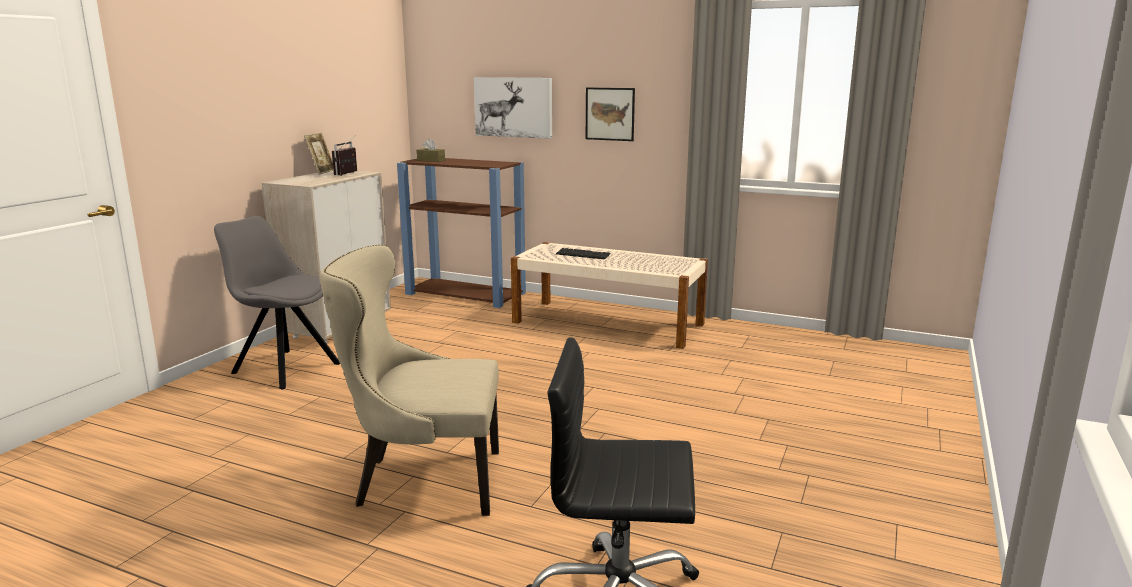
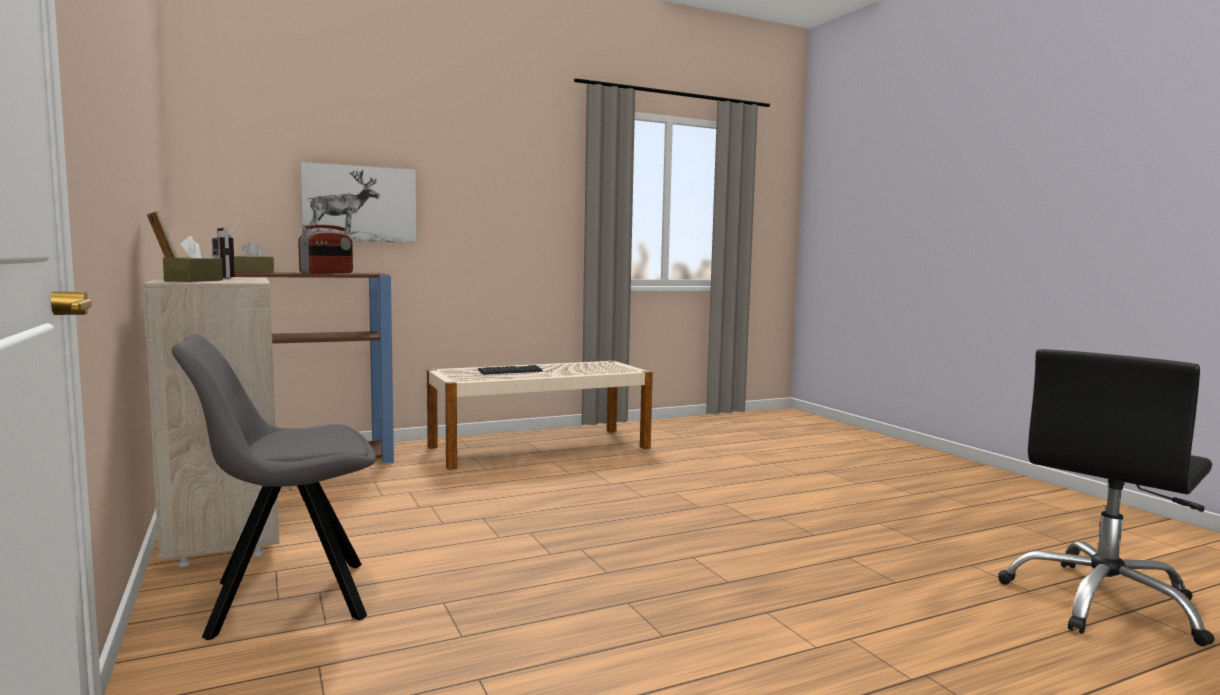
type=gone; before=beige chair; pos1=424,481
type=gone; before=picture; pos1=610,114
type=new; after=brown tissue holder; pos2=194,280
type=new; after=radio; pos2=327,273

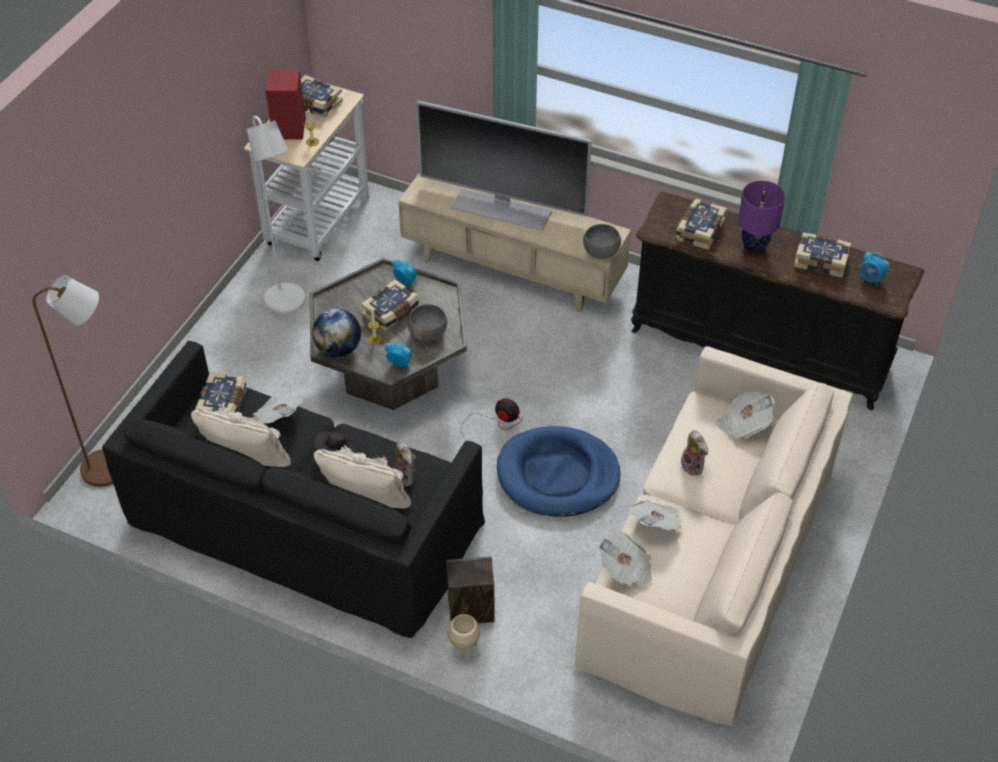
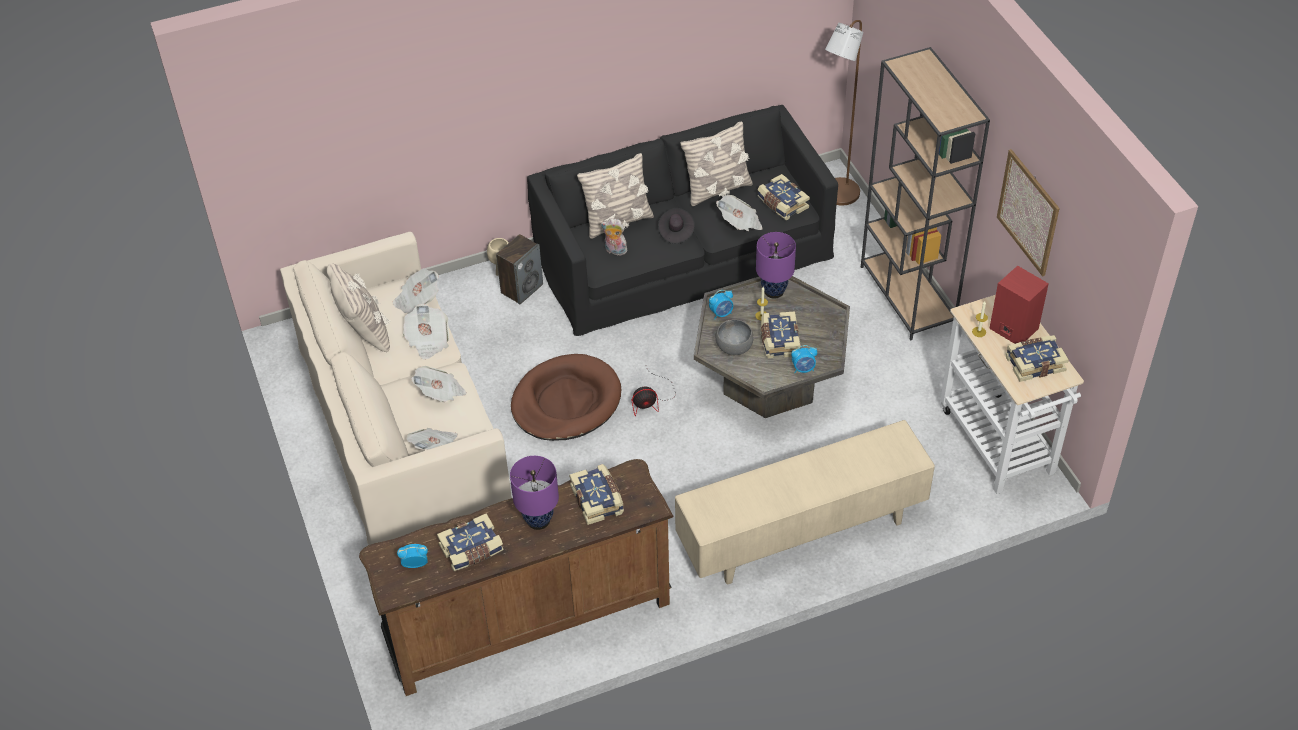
type=gone; before=whitish standard lamp; pos1=288,305
type=gone; before=TV; pos1=501,208
type=gone; before=grey deep dish; pos1=601,251
type=new; after=beige pillow; pos2=366,331
type=new; after=shelving unit; pos2=908,296
type=new; after=picture; pos2=1028,211
type=swapped; before=desk globe; after=purplish table lamp; pos1=338,349; pos2=773,291
type=swapped; before=cuddly toy; after=daily paper; pos1=694,466; pos2=440,393
type=repainted; before=bluish dog bed; after=brown dog bed; pos1=557,475; pos2=566,402

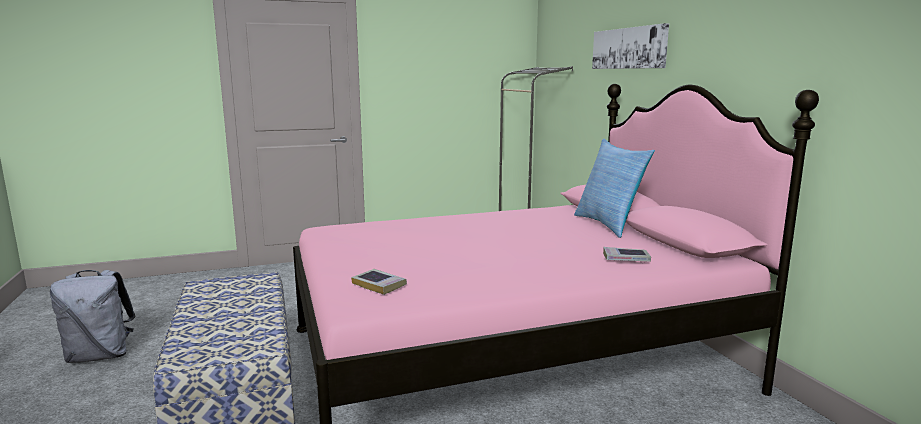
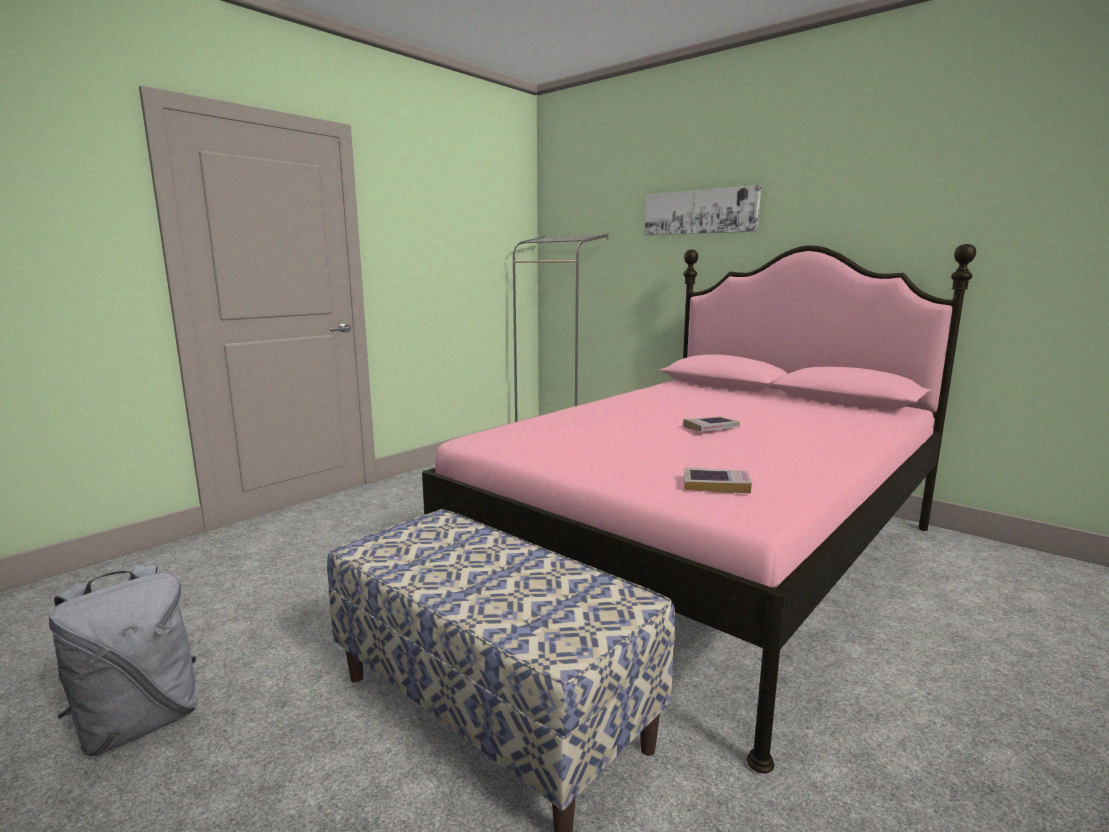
type=gone; before=pillow; pos1=609,224
type=shifted; before=volume; pos1=626,259; pos2=711,428

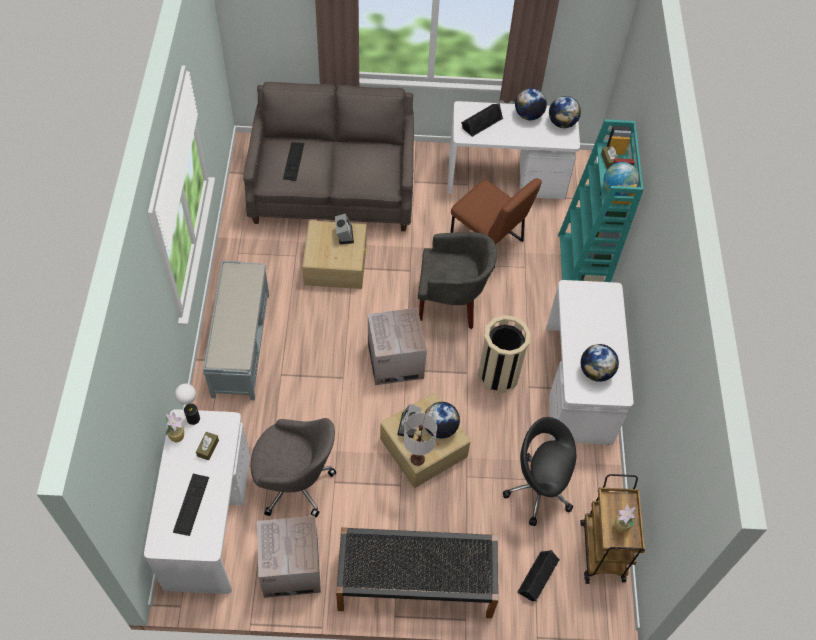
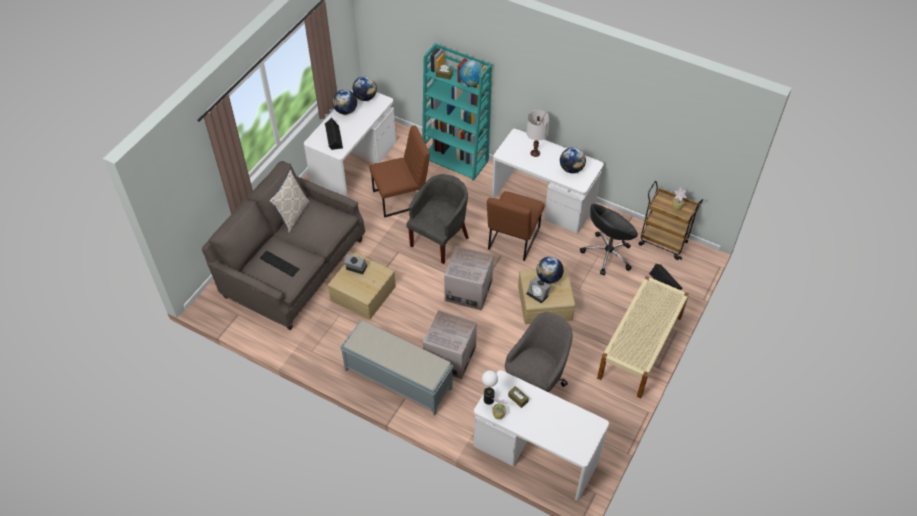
type=gone; before=keyboard; pos1=191,504
type=new; after=pillow; pos2=292,215
type=shifted; before=carton; pos1=291,567; pos2=450,357
type=shifted; before=whitish table lamp; pos1=417,459; pos2=535,153
type=swapped; before=beige trash can; after=brown chair; pos1=498,375; pos2=513,239
type=repainted; before=black-coloured indoor bench; after=beige indoor bench; pos1=415,583; pos2=640,347

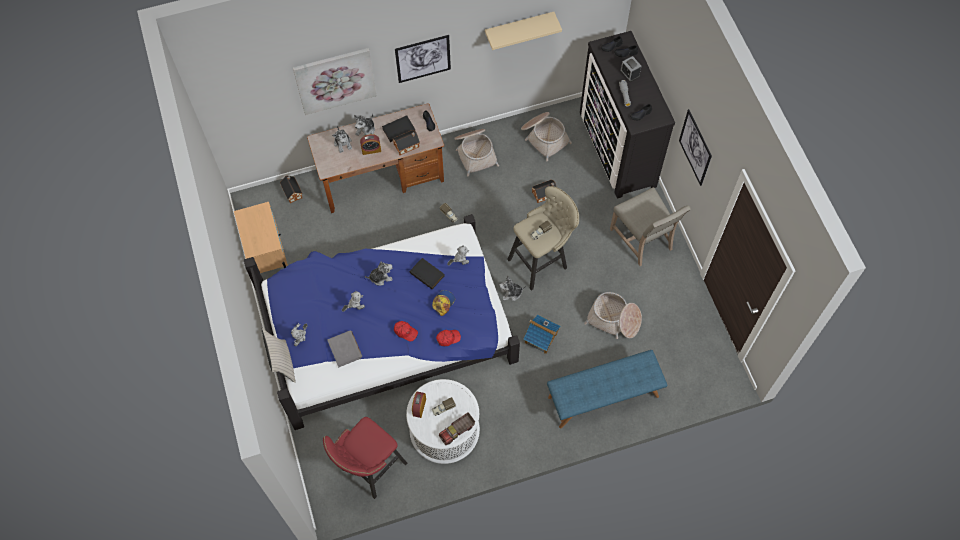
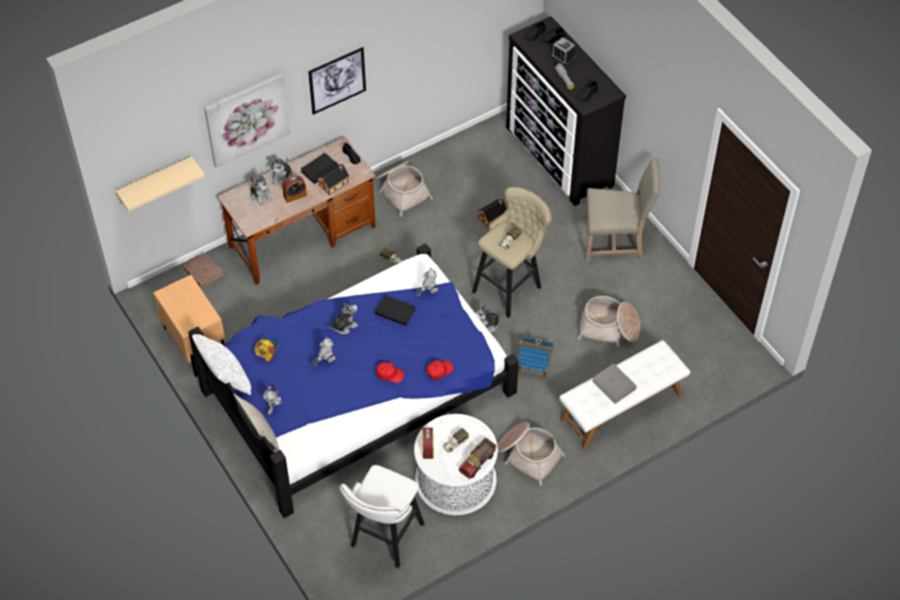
type=gone; before=picture; pos1=695,147
type=new; after=whitish pillow; pos2=225,378
type=shifted; before=grey volume; pos1=345,349; pos2=614,384
type=shifted; before=peaked cap; pos1=443,303; pos2=266,348
type=shifted; before=beige shelf; pos1=519,27; pos2=155,182
type=shifted; before=household basket; pos1=544,137; pos2=528,455
type=swapped; before=model house; after=brown volume; pos1=292,192; pos2=203,272
type=repainted; before=reddish stool; after=whitish stool; pos1=369,471; pos2=383,541
type=repainted; before=bluish indoor bench; after=whitish indoor bench; pos1=603,397; pos2=621,408
type=rotated; before=beige chair; pos1=643,240; pos2=616,241; turn=-45

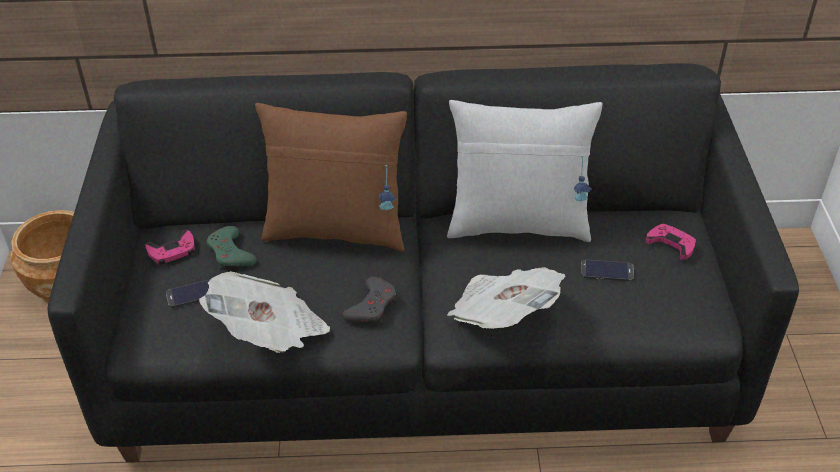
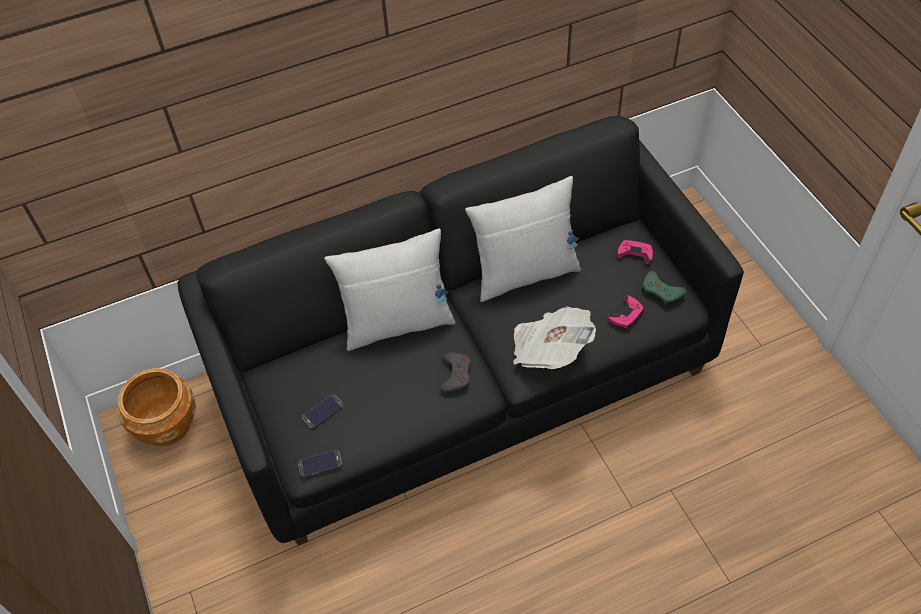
type=gone; before=daily paper; pos1=270,332
type=shifted; before=pinkish game controller; pos1=172,251; pos2=626,315
type=shifted; before=greenish game controller; pos1=230,253; pos2=661,291
type=shifted; before=telephone; pos1=607,271; pos2=320,463
type=repainted; before=brown pillow; after=grey pillow; pos1=335,231; pos2=397,324

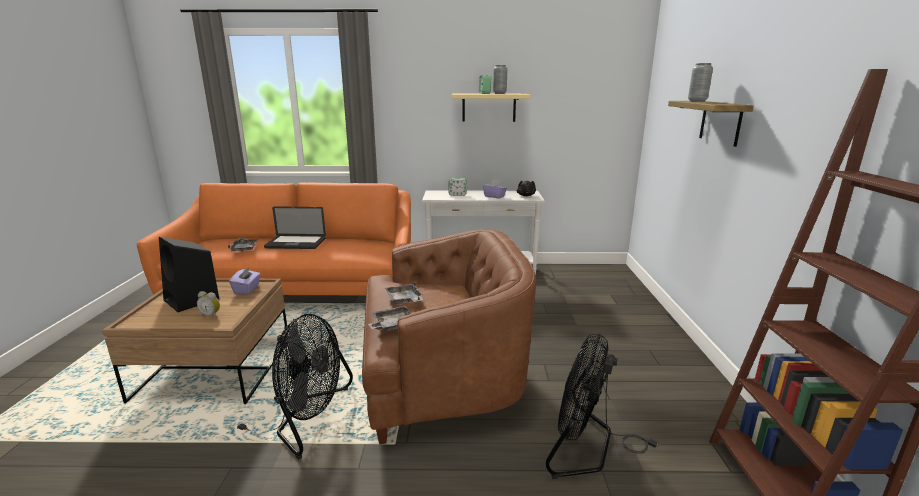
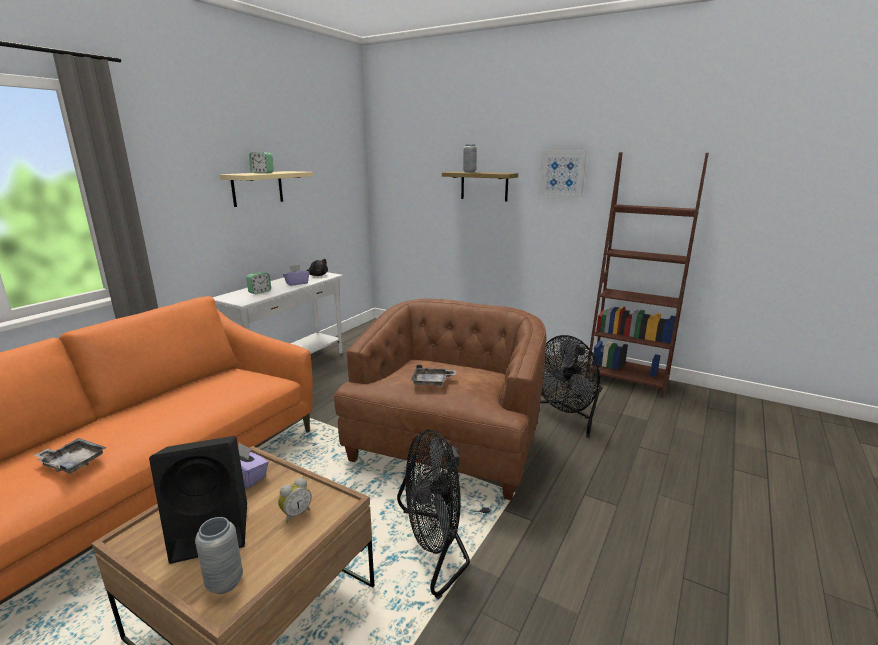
type=gone; before=laptop; pos1=295,243
type=gone; before=grey carrying tray; pos1=392,325
type=new; after=picture; pos2=562,173
type=shifted; before=grey vase; pos1=499,93; pos2=225,582
type=rotated; before=black-coloured cooling fan; pos1=304,420; pos2=441,542; turn=-150

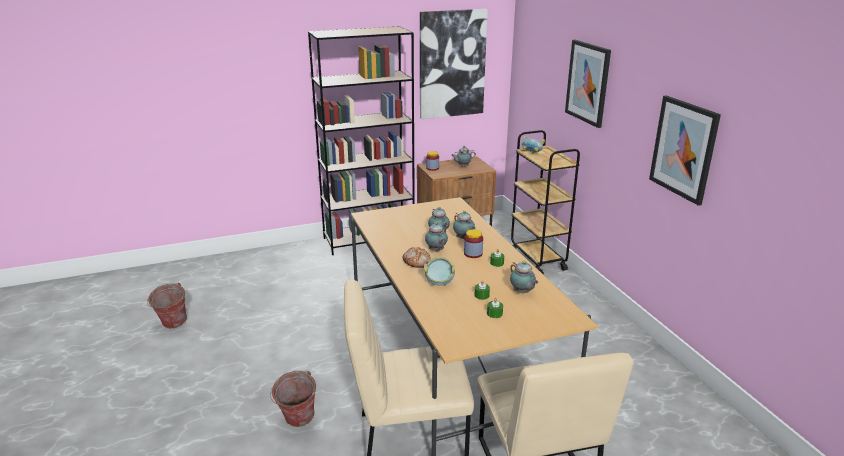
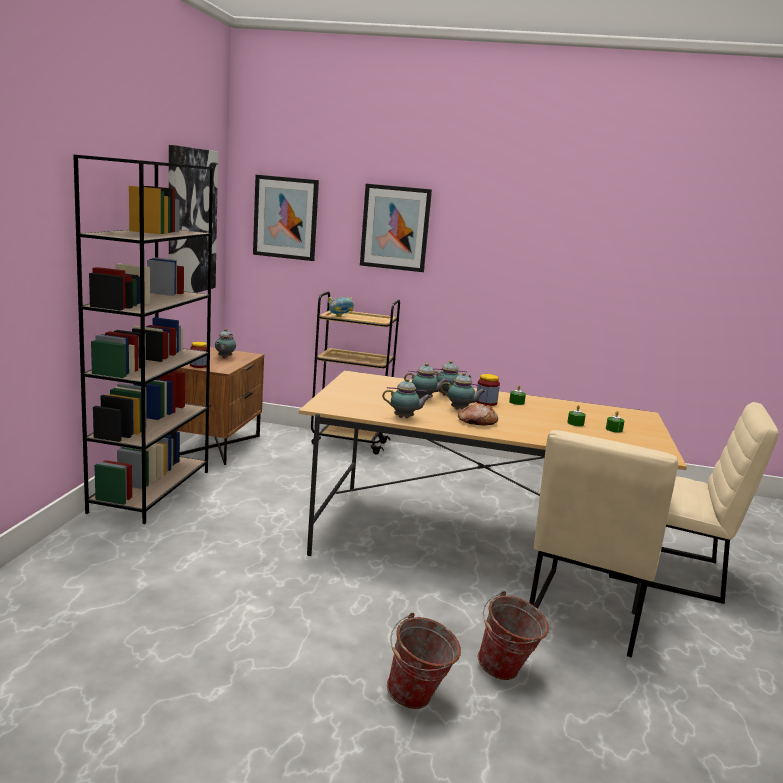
type=gone; before=deep dish; pos1=439,283
type=shifted; before=pail; pos1=172,325; pos2=418,700
type=shifted; before=pot for tea; pos1=522,292; pos2=405,418
type=shifted; before=picture; pos1=683,149; pos2=285,218

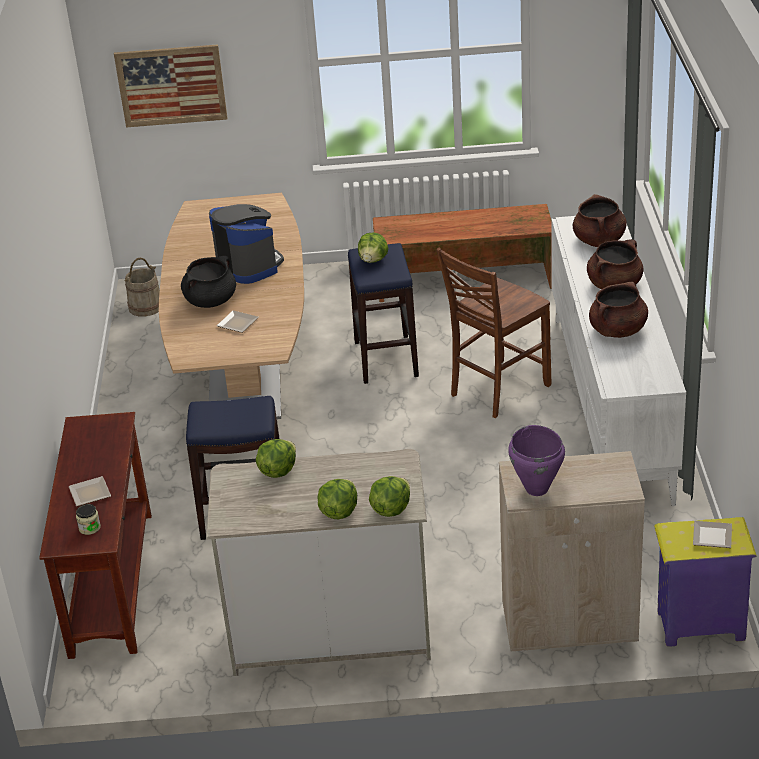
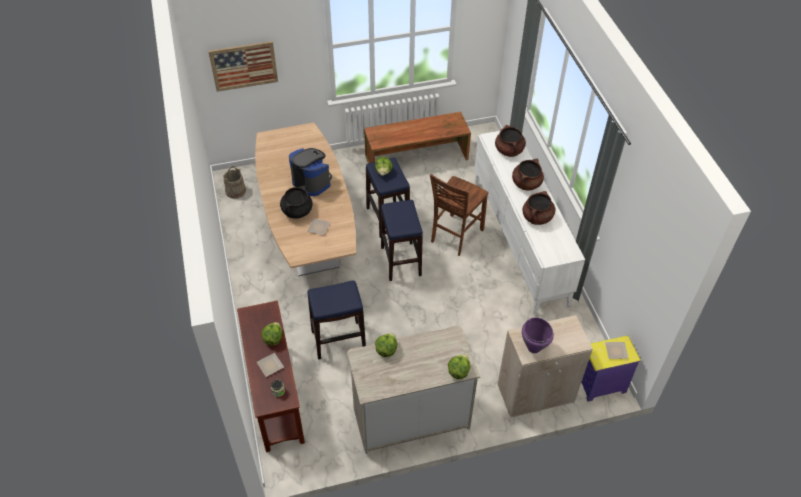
type=new; after=stool; pos2=401,261
type=shifted; before=lettuce; pos1=339,512; pos2=273,339

